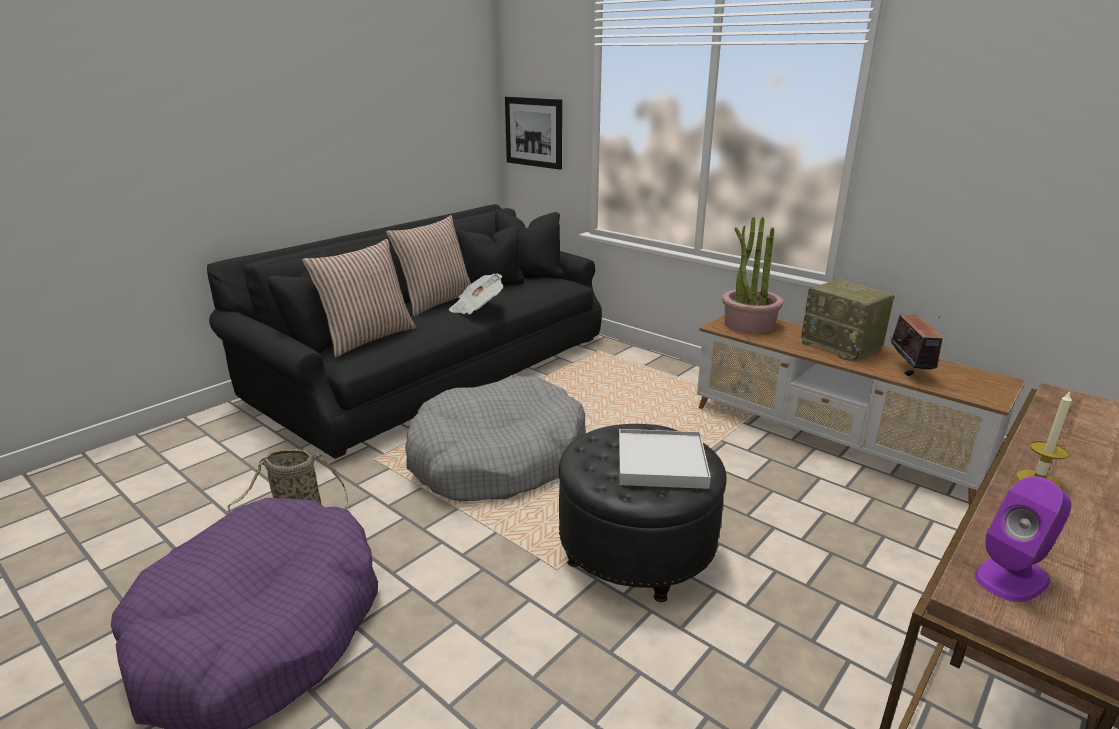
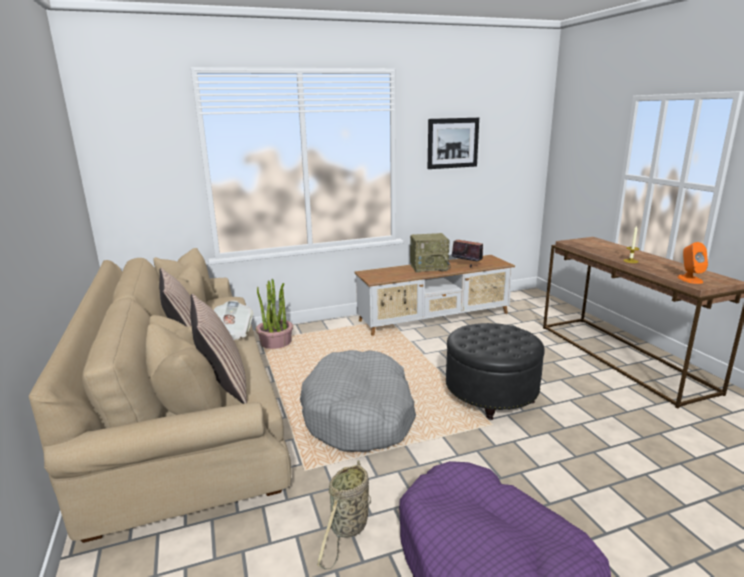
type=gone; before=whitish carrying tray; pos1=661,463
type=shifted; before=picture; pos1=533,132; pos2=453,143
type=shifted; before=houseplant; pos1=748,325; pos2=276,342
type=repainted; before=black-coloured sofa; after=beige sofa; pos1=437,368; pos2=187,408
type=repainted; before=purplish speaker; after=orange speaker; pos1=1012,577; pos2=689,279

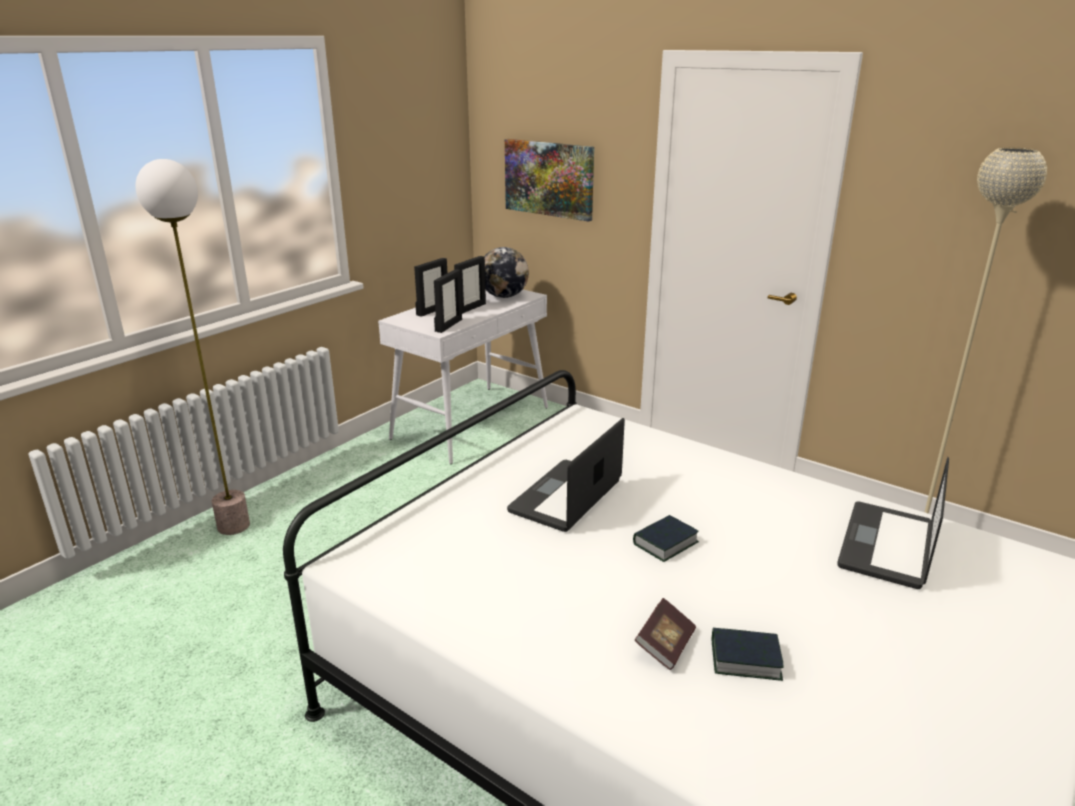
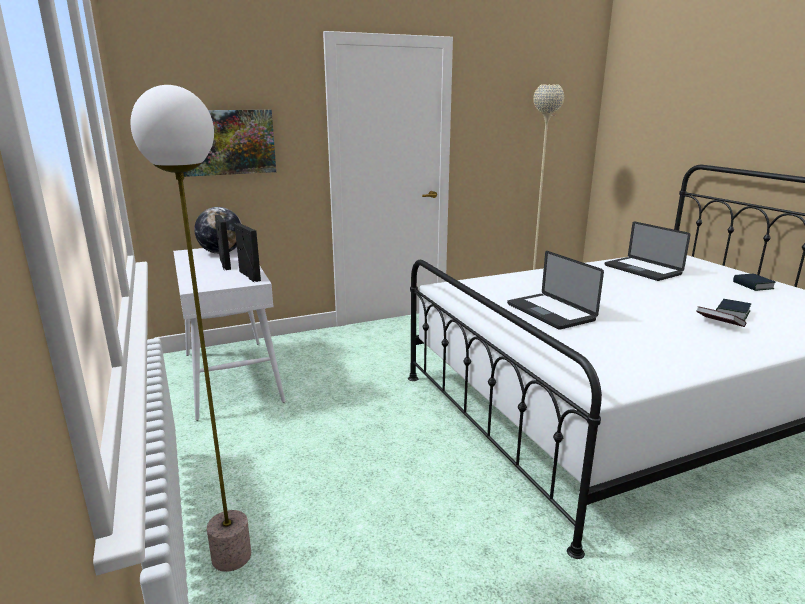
type=gone; before=standing frame; pos1=432,310
type=shifted; before=volume; pos1=665,543; pos2=753,285

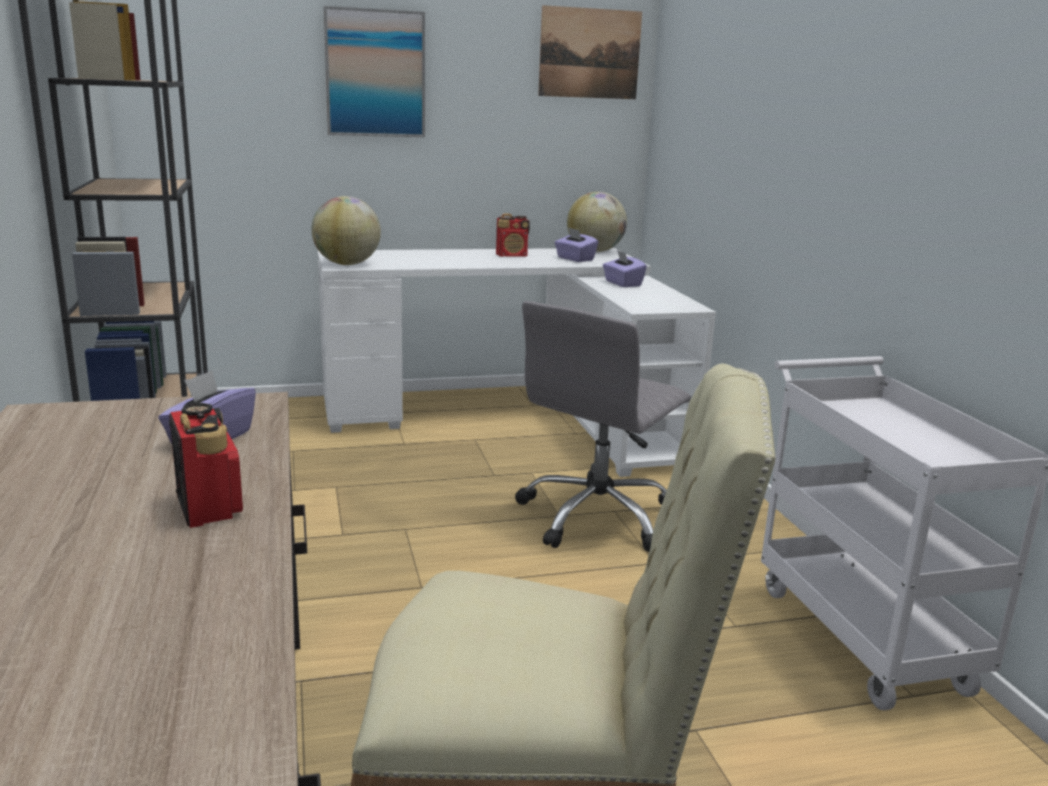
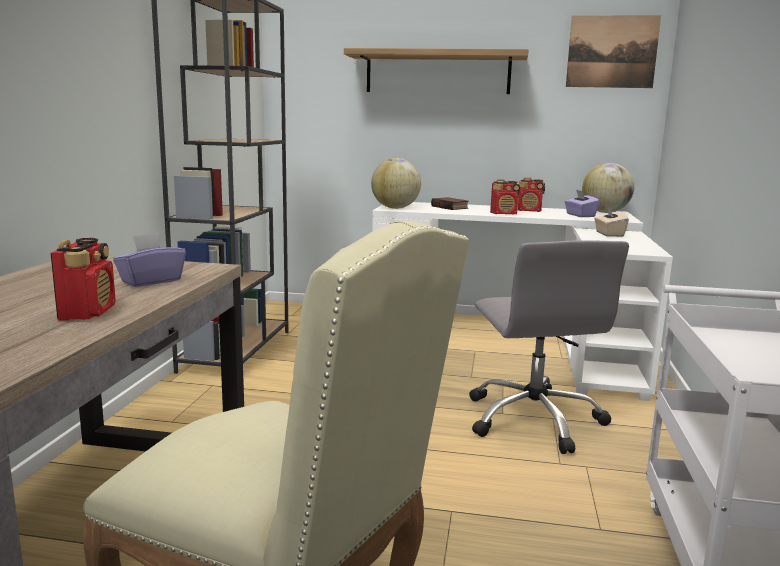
type=new; after=volume; pos2=450,207
type=new; after=radio; pos2=504,214
type=swapped; before=picture; after=shelf; pos1=375,73; pos2=437,73
type=repainted; before=purplish tissue holder; after=beige tissue holder; pos1=622,283; pos2=609,234
type=rotated; before=grey computer chair; pos1=597,517; pos2=534,420; turn=-75

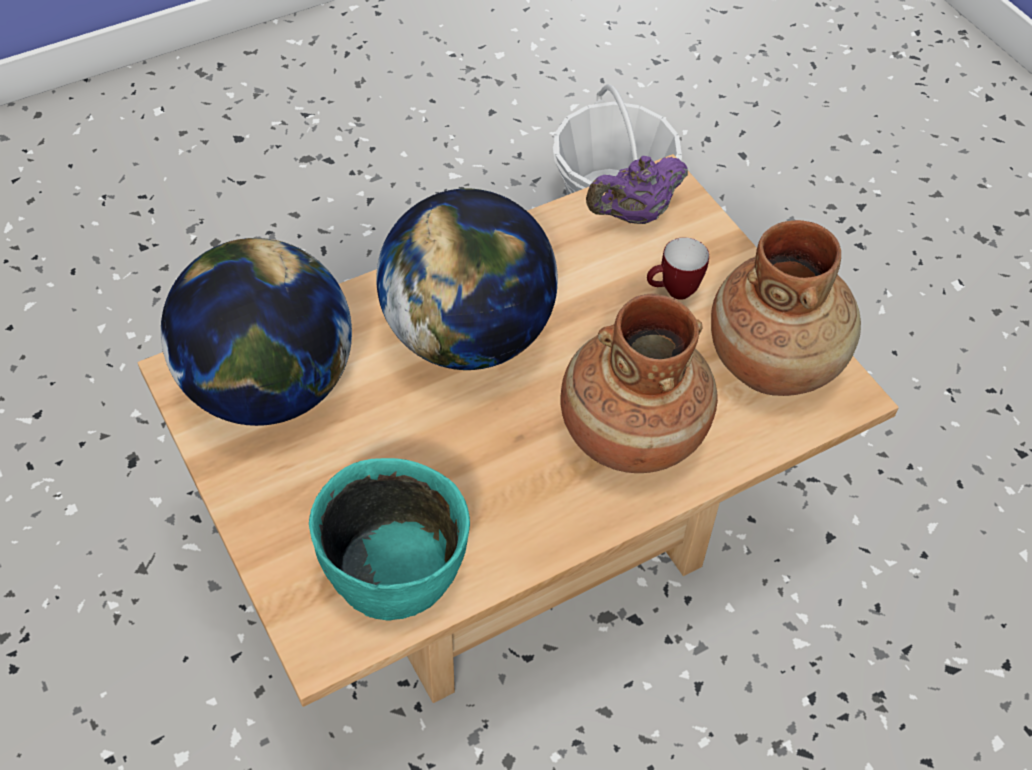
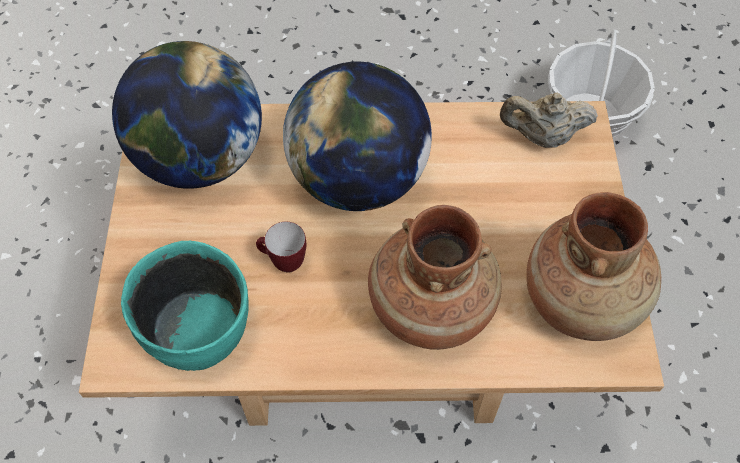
type=shifted; before=coffee mug; pos1=673,293; pos2=283,263
type=repainted; before=purplish pot for tea; after=beige pot for tea; pos1=634,215; pos2=542,137

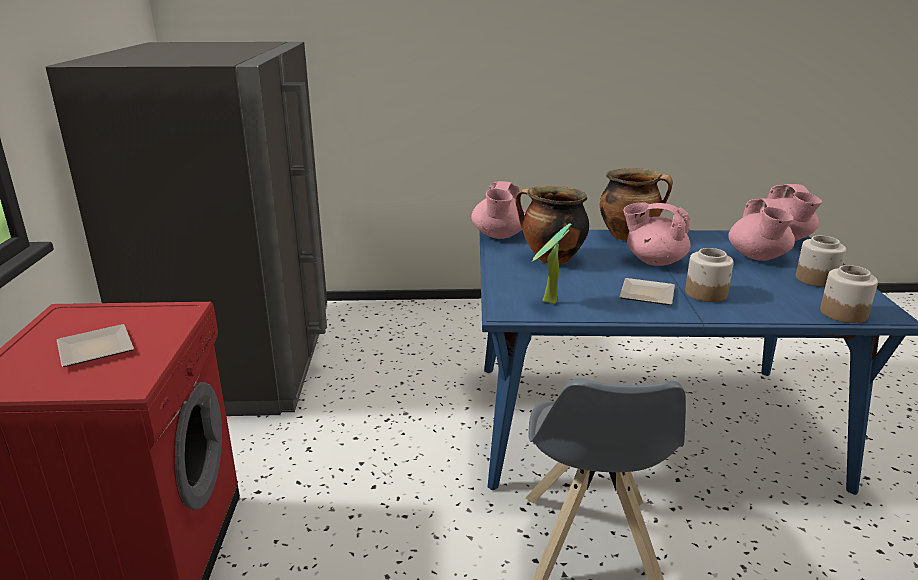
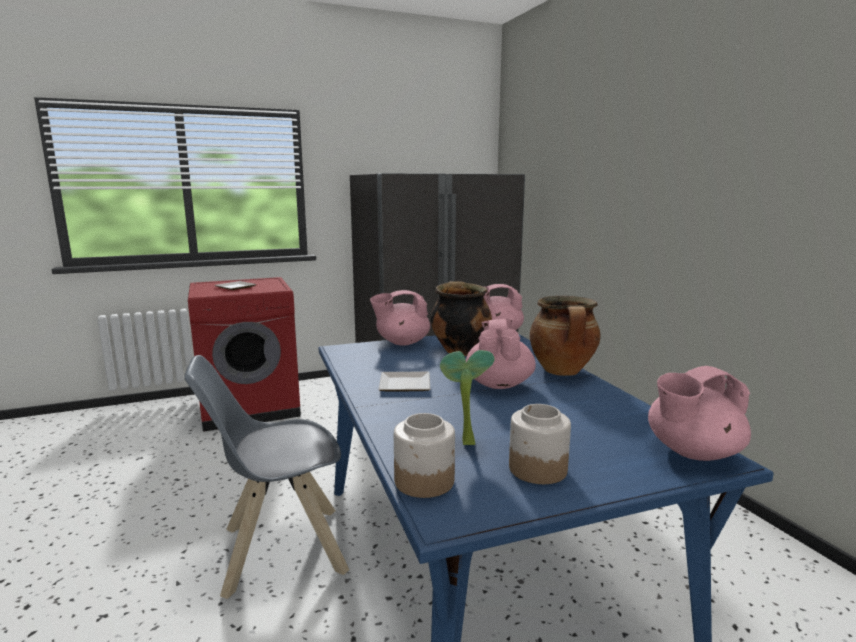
type=gone; before=storage jar; pos1=706,293
type=shifted; before=houseplant; pos1=547,303; pos2=464,441
type=shifted; before=pinkish pot for tea; pos1=758,257; pos2=402,342

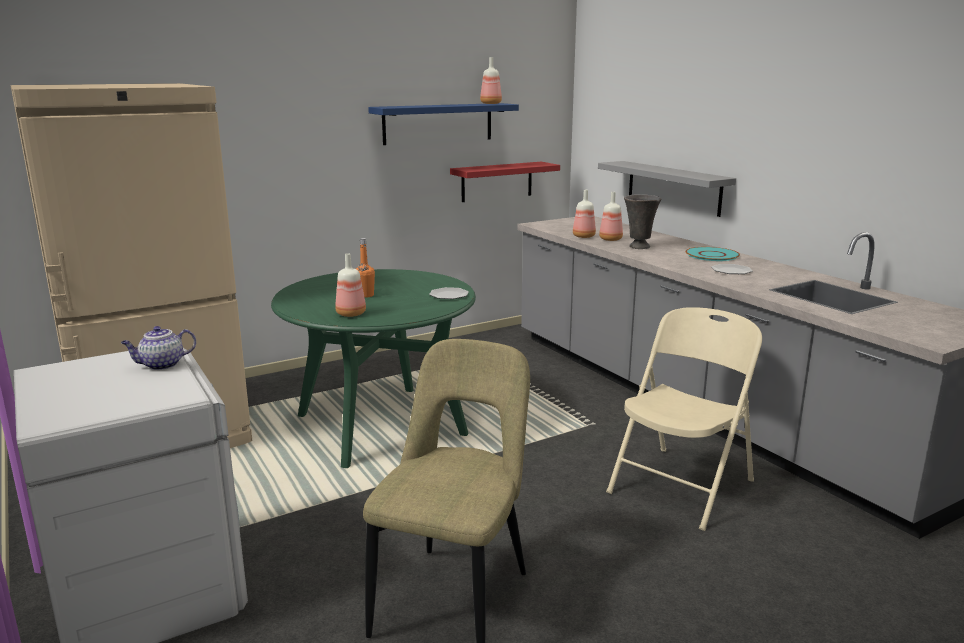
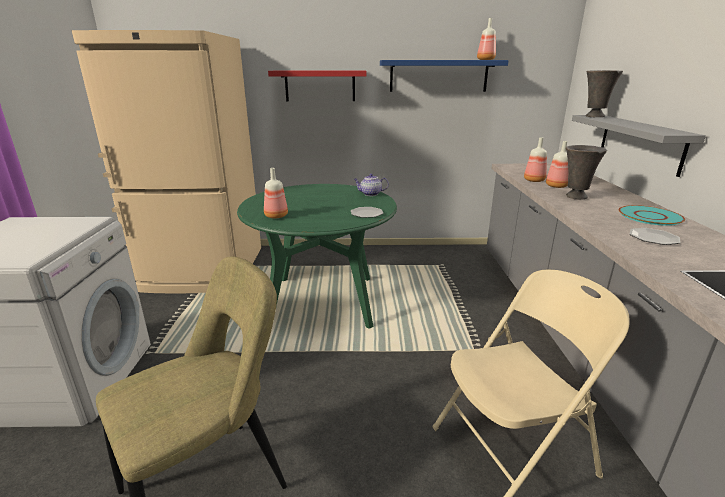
type=gone; before=orange bottle; pos1=365,295
type=new; after=grey vase; pos2=594,116
type=shifted; before=pot for tea; pos1=161,365; pos2=370,194
type=shifted; before=reddish shelf; pos1=497,181; pos2=320,86

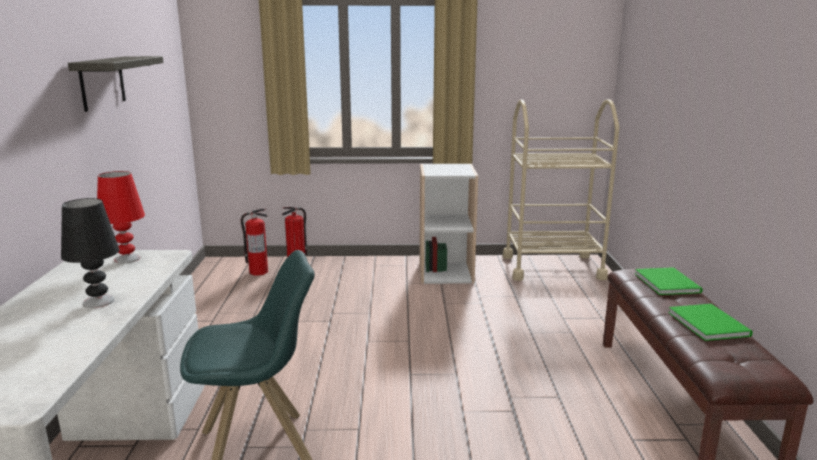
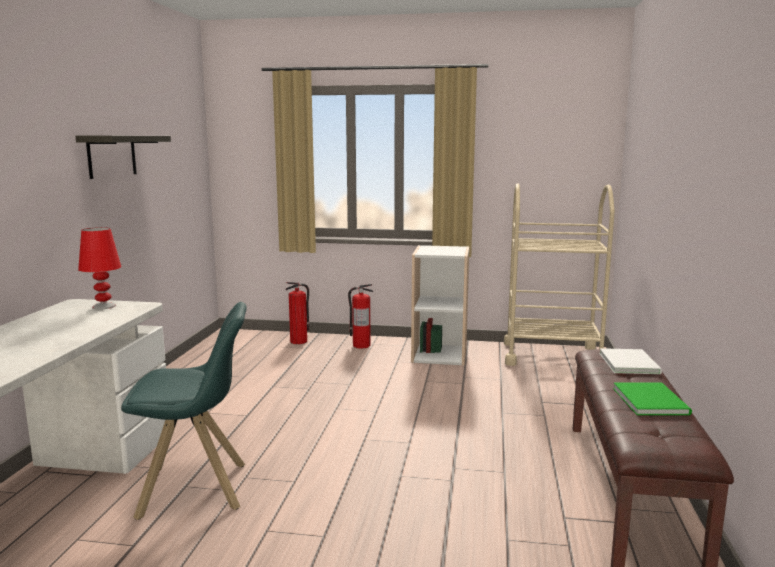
type=gone; before=black-coloured table lamp; pos1=98,302
type=shifted; before=extinguisher; pos1=258,272; pos2=361,345
type=repainted; before=greenish volume; after=whitish volume; pos1=667,282; pos2=630,363

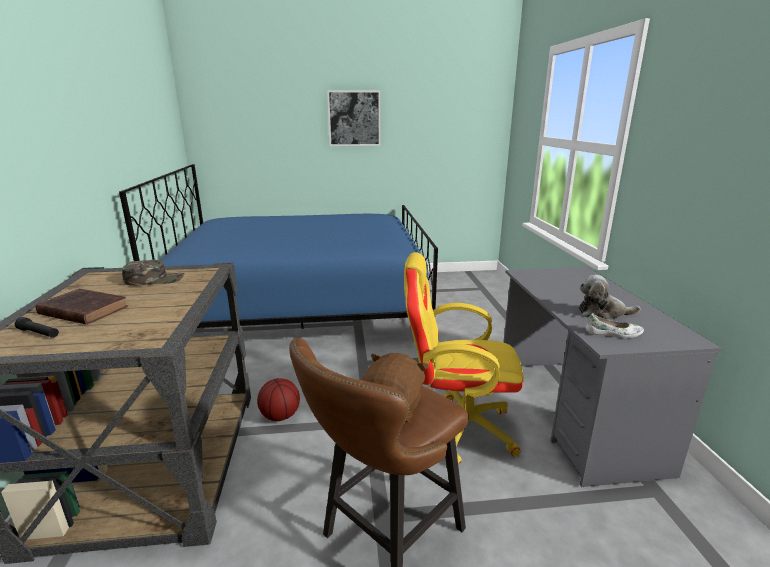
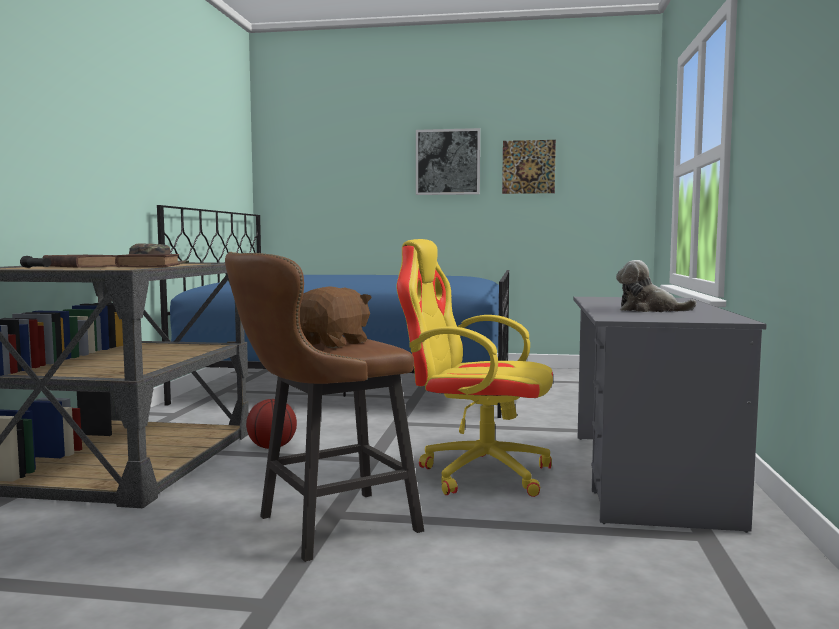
type=gone; before=whitish shoe; pos1=613,333
type=new; after=brown volume; pos2=149,266
type=new; after=picture; pos2=528,167

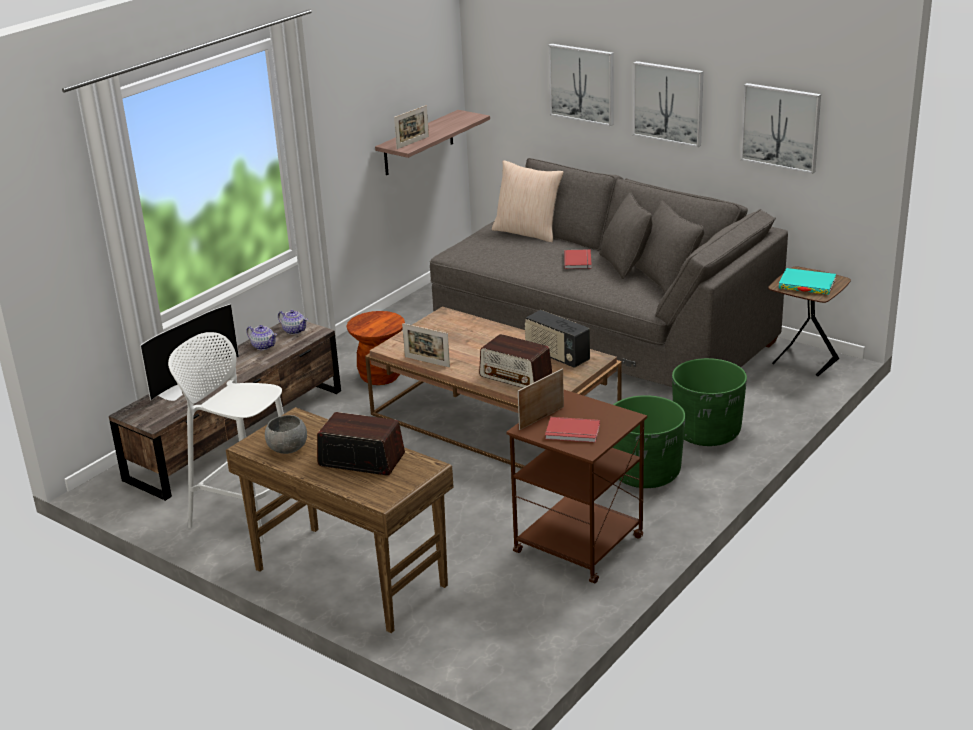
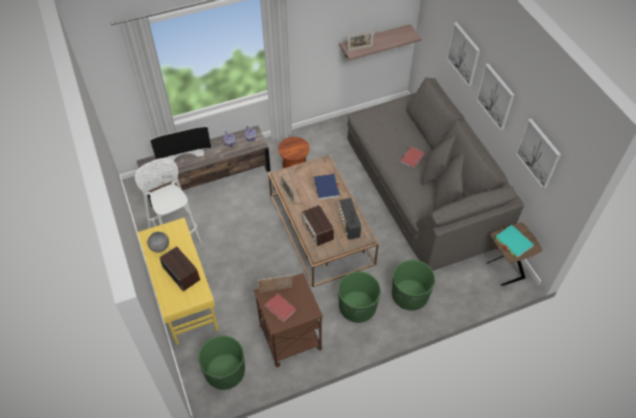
type=gone; before=beige pillow; pos1=528,232
type=new; after=greenish plant pot; pos2=225,372
type=new; after=bluish volume; pos2=326,188
type=repainted; before=brown hall table; after=yellow hall table; pos1=349,578; pos2=185,300

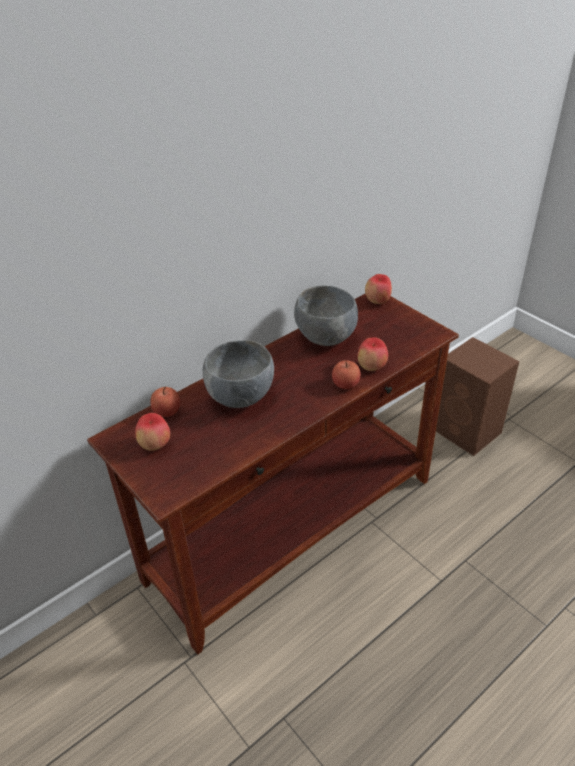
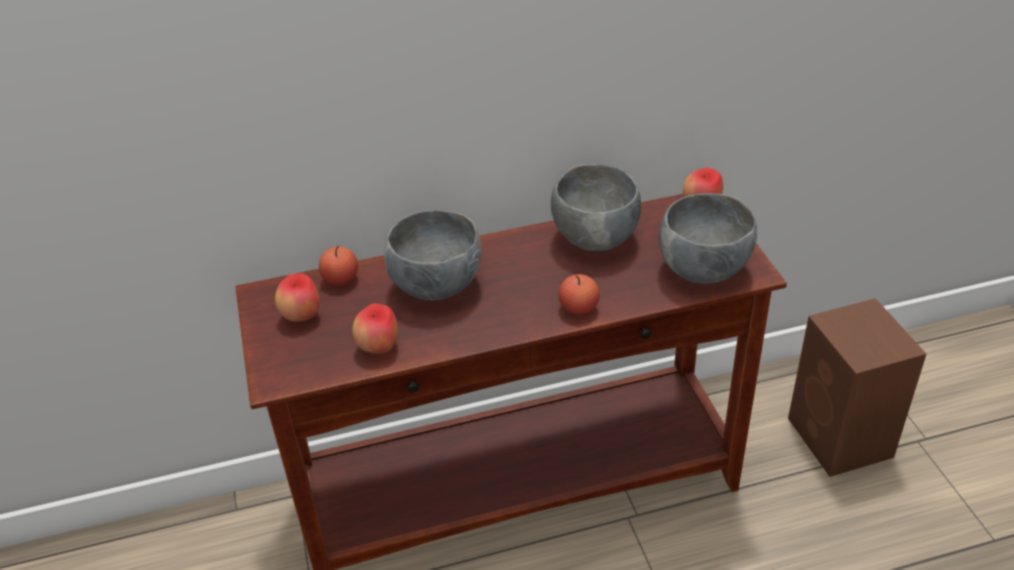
type=new; after=grey deep dish; pos2=702,270
type=shifted; before=apple fruit; pos1=371,367; pos2=379,347

